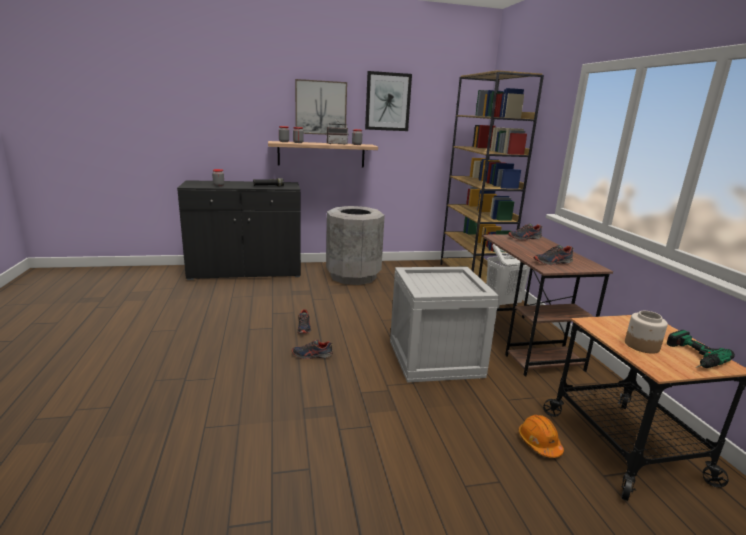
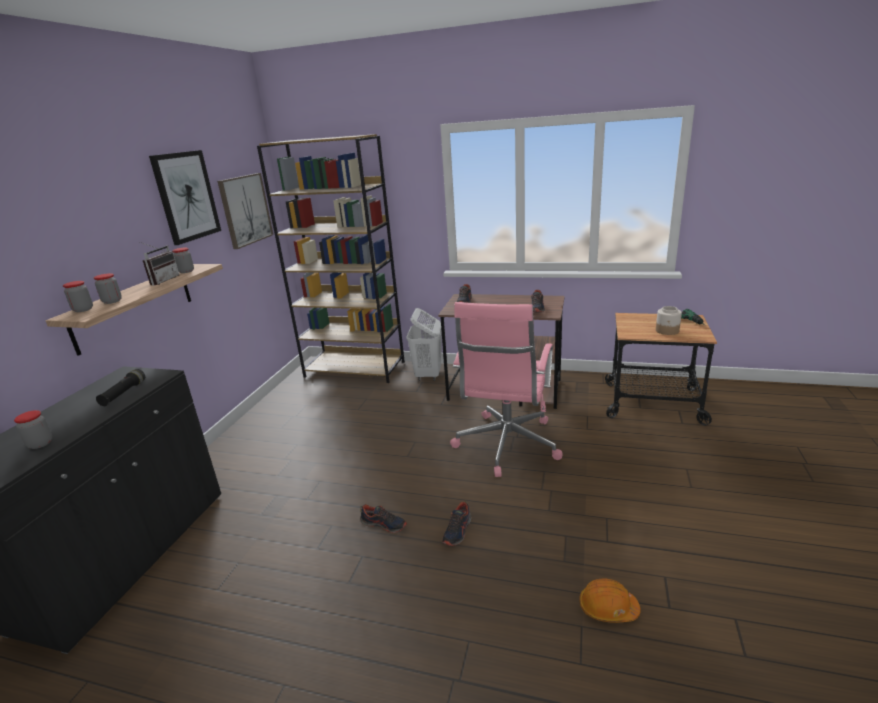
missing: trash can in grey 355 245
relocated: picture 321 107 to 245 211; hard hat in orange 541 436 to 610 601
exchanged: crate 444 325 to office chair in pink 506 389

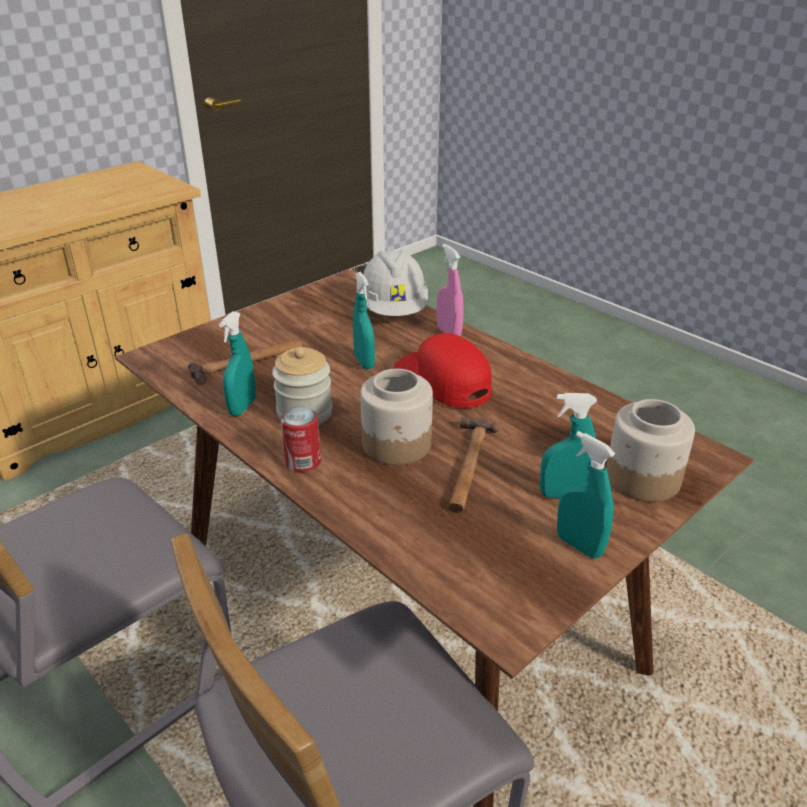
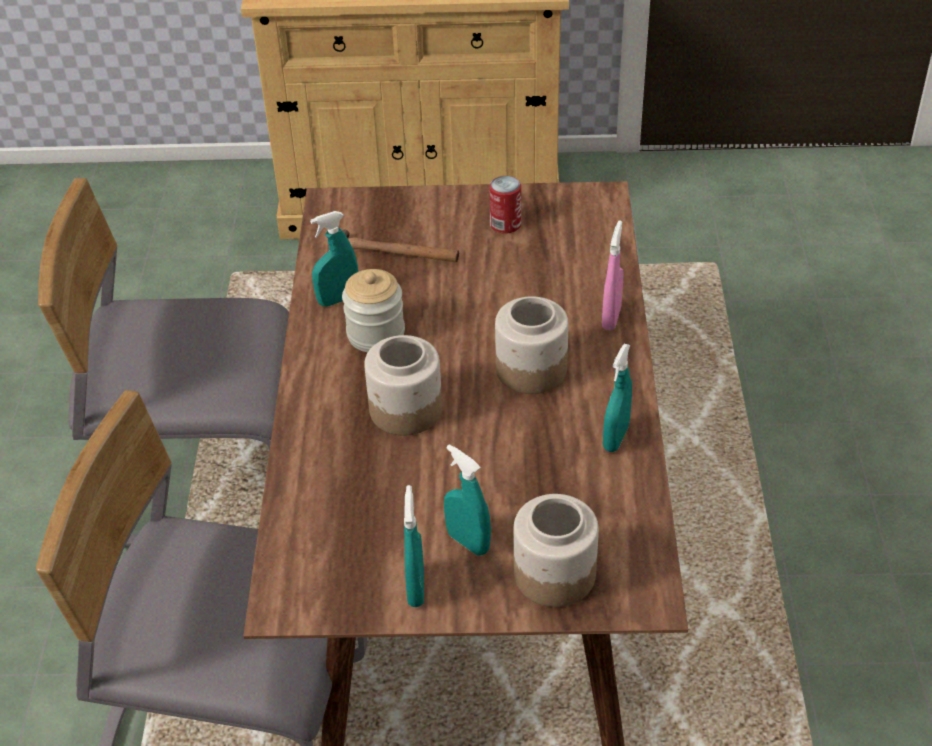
missing: hard hat in white 395 283; hammer 474 465
relocated: can 301 439 to 505 205; spray bottle in turquoise 364 320 to 617 398
exchanged: cap in red 443 370 to jar 532 345

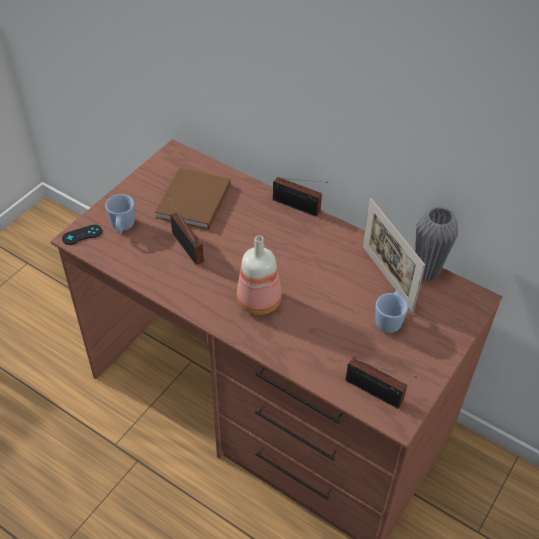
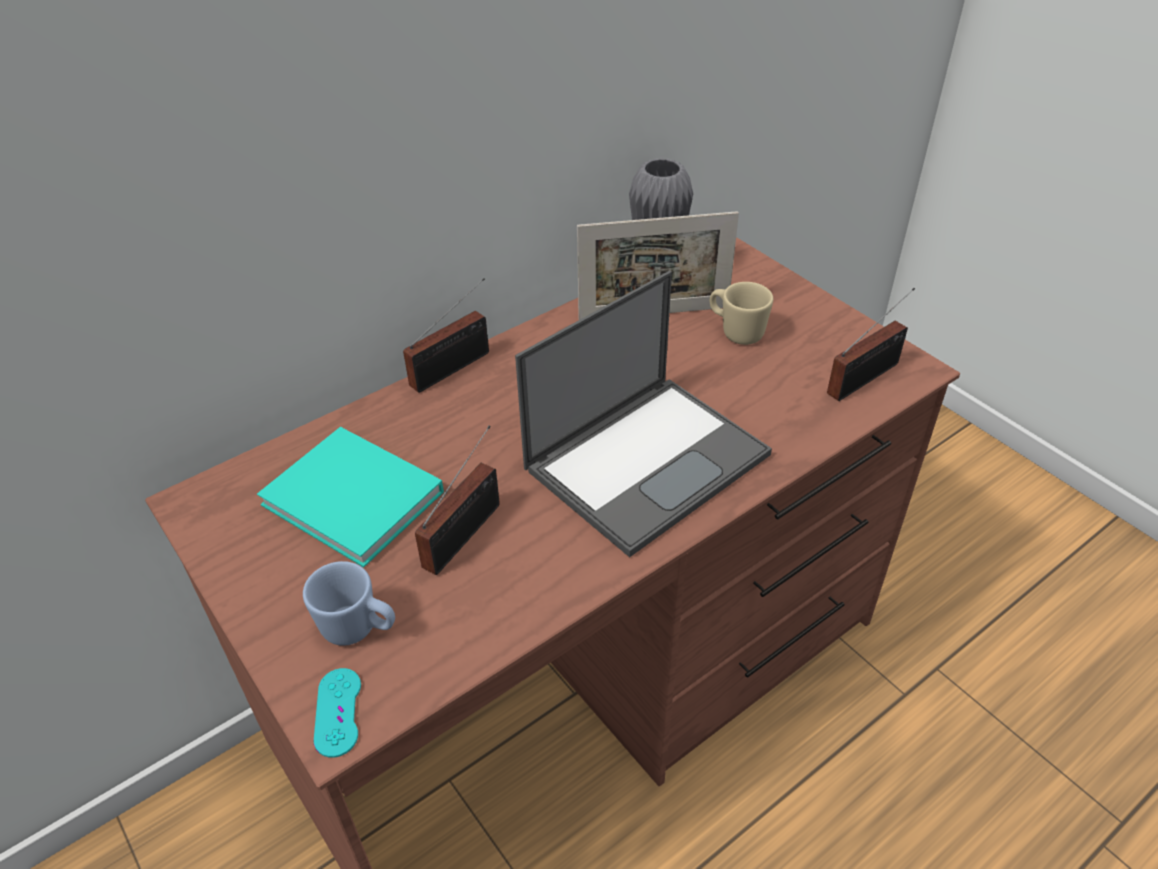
exchanged: bottle 259 275 to laptop 643 414
colour: game controller in black 82 235 to game controller in turquoise 337 713; book in brown 193 199 to book in turquoise 350 497; mug in blue 391 312 to mug in beige 741 313
spun: radio 185 230 = 457 500 135 degrees clockwise

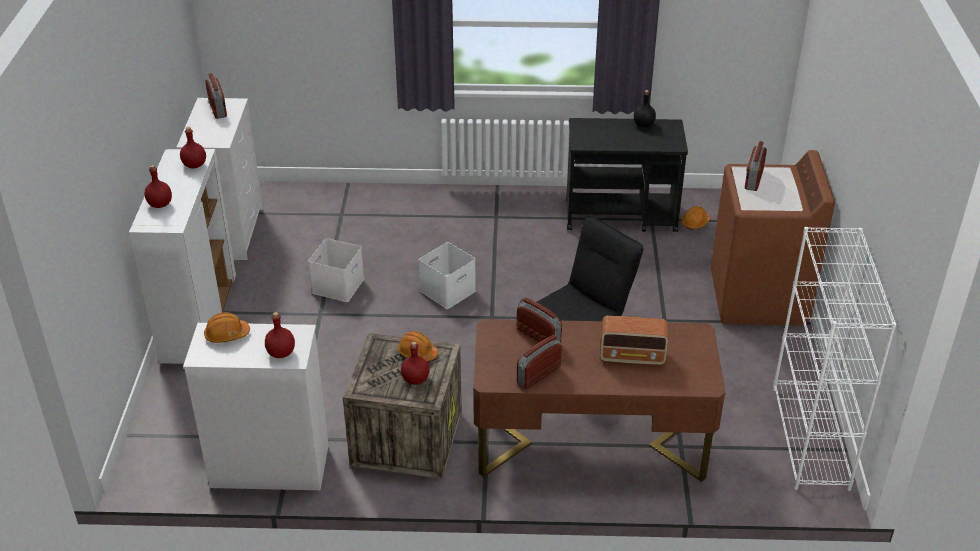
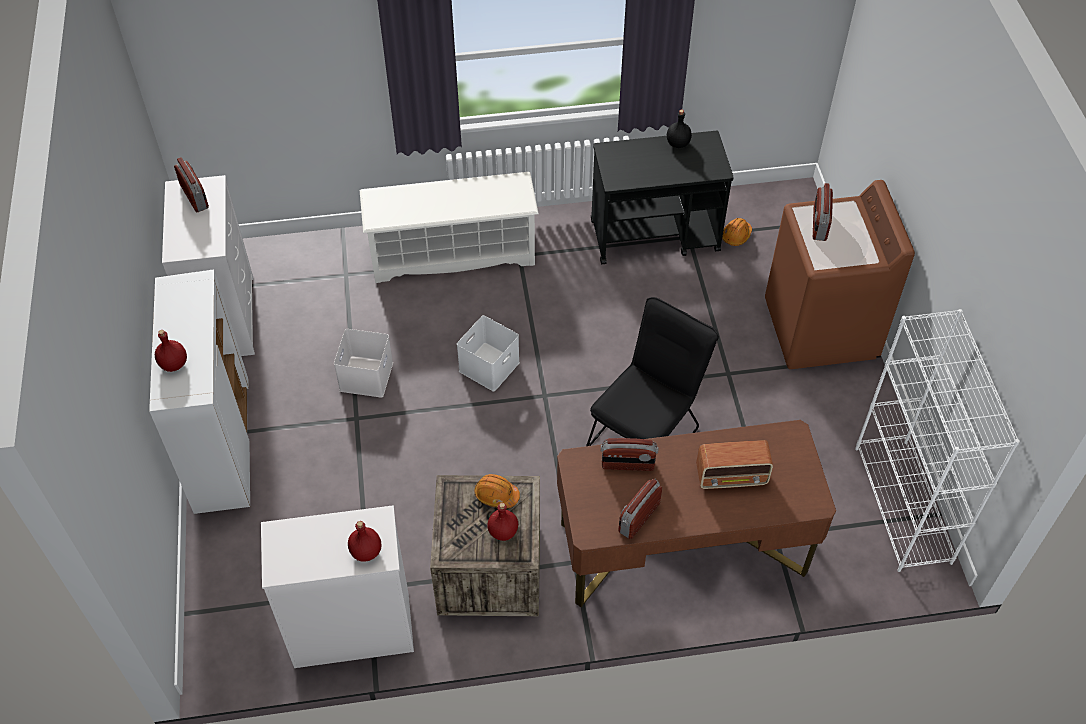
missing: bottle in red 193 148; hard hat in orange 227 327
appeared: shoe rack in white 449 227
spun: radio 539 320 = 629 454 150 degrees clockwise

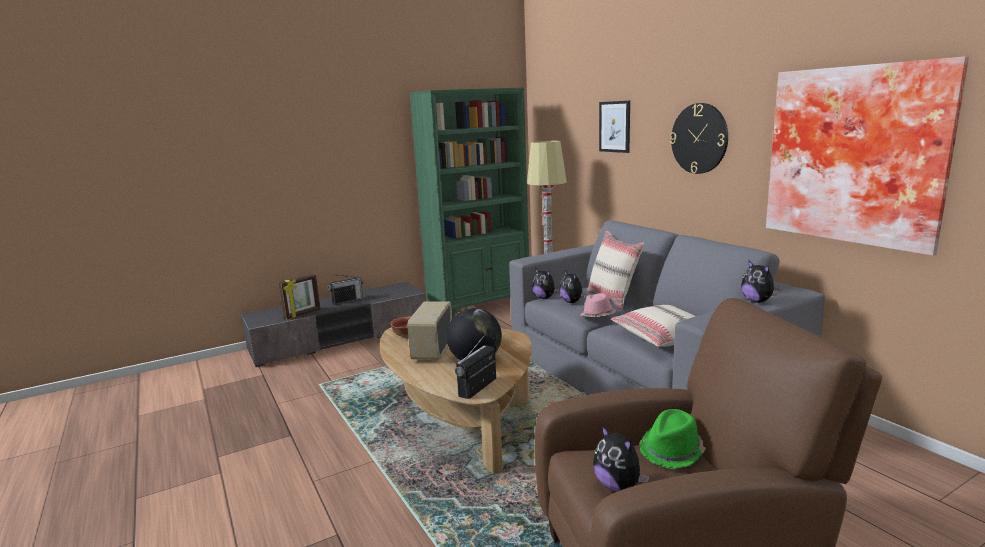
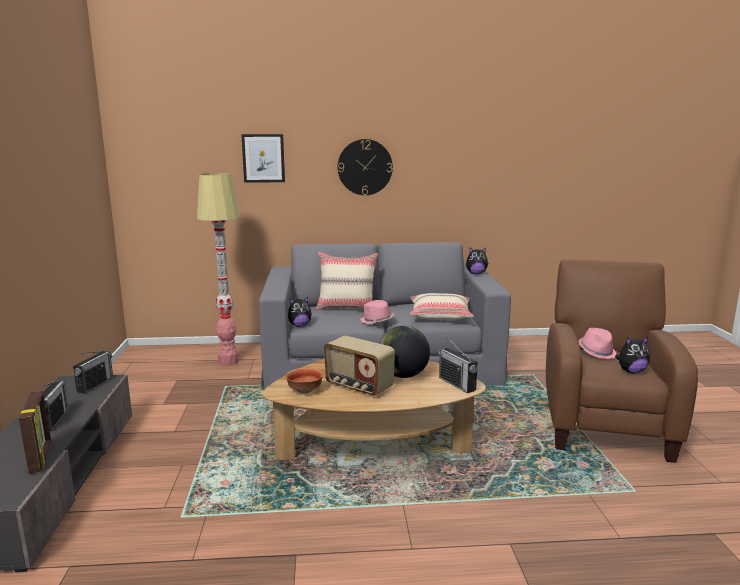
missing: bookcase in green 469 202; plush toy 573 287; picture 867 156
appeared: radio 93 372
colour: hat in green 672 439 to hat in pink 597 343

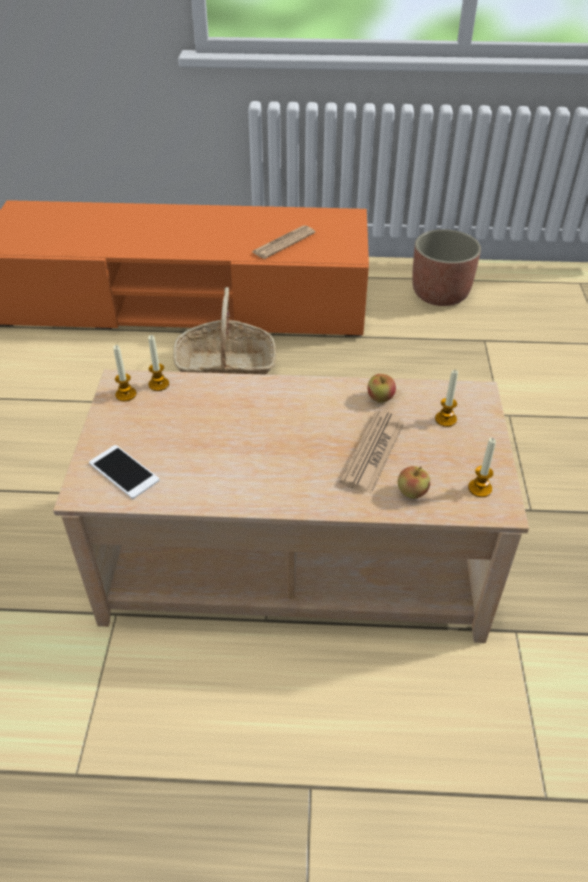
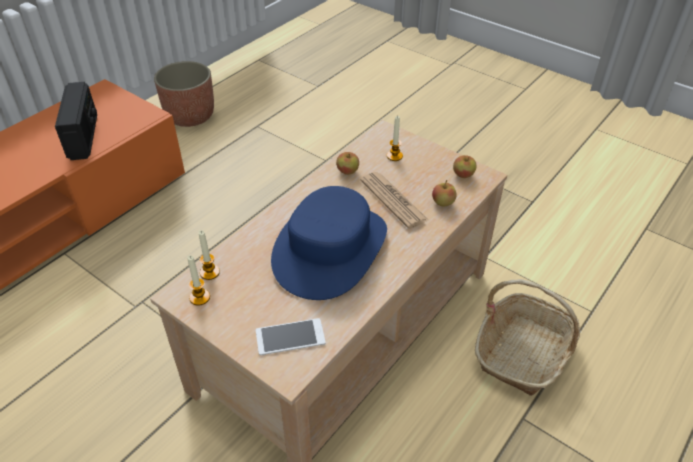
appeared: hat in blue 329 243
relocated: basket 225 331 to 528 337
exchanged: newspaper 283 242 to radio 76 121; candle 482 467 to apple 464 166

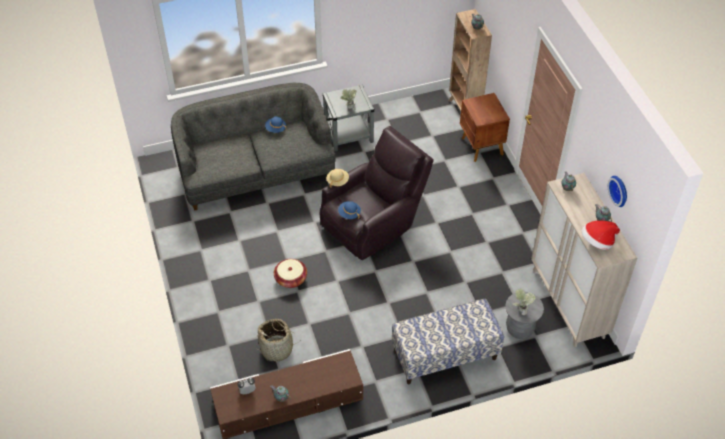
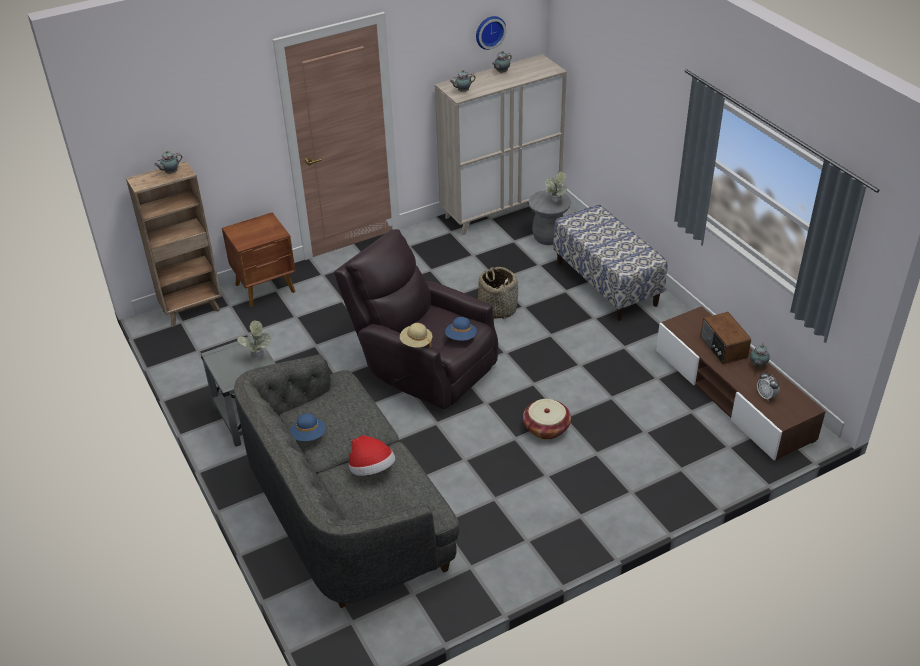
appeared: radio 726 338
relocated: basket 278 340 to 498 293; hat 601 235 to 372 455

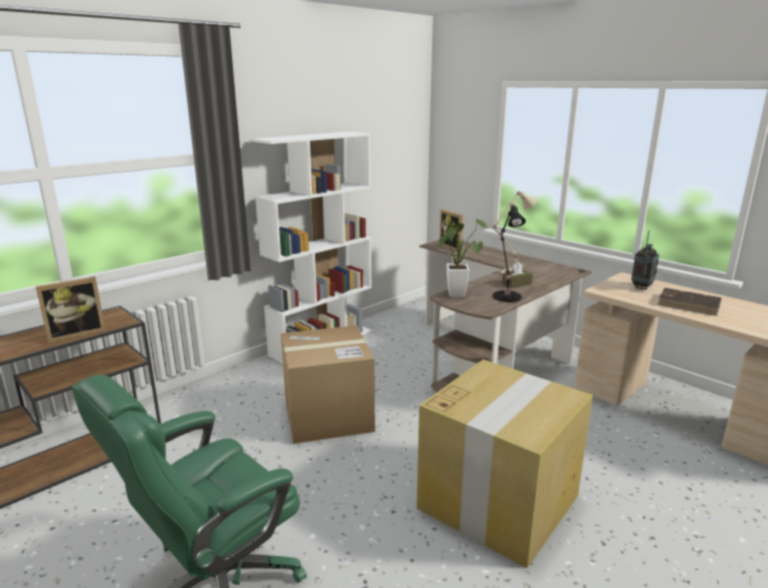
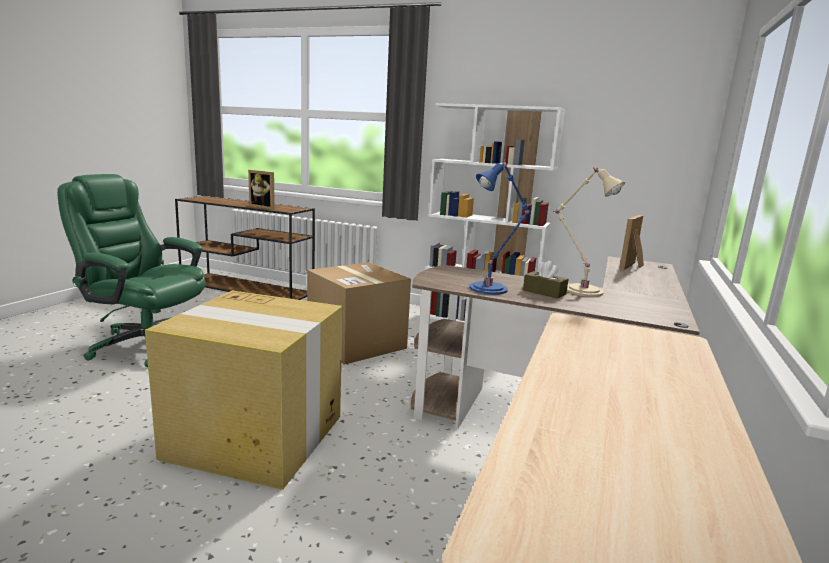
missing: potted plant 463 257; radio 645 260; book in brown 690 302
colour: table lamp in black 509 253 to table lamp in blue 499 228

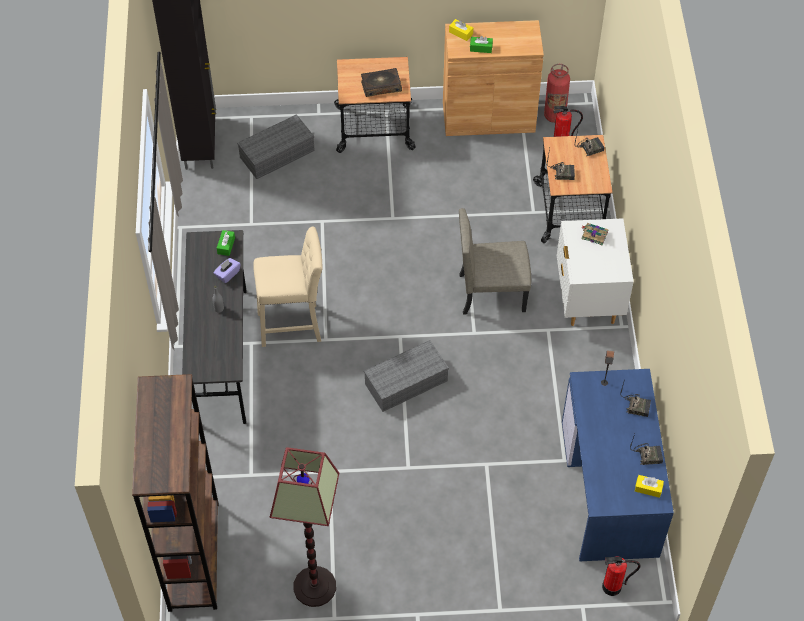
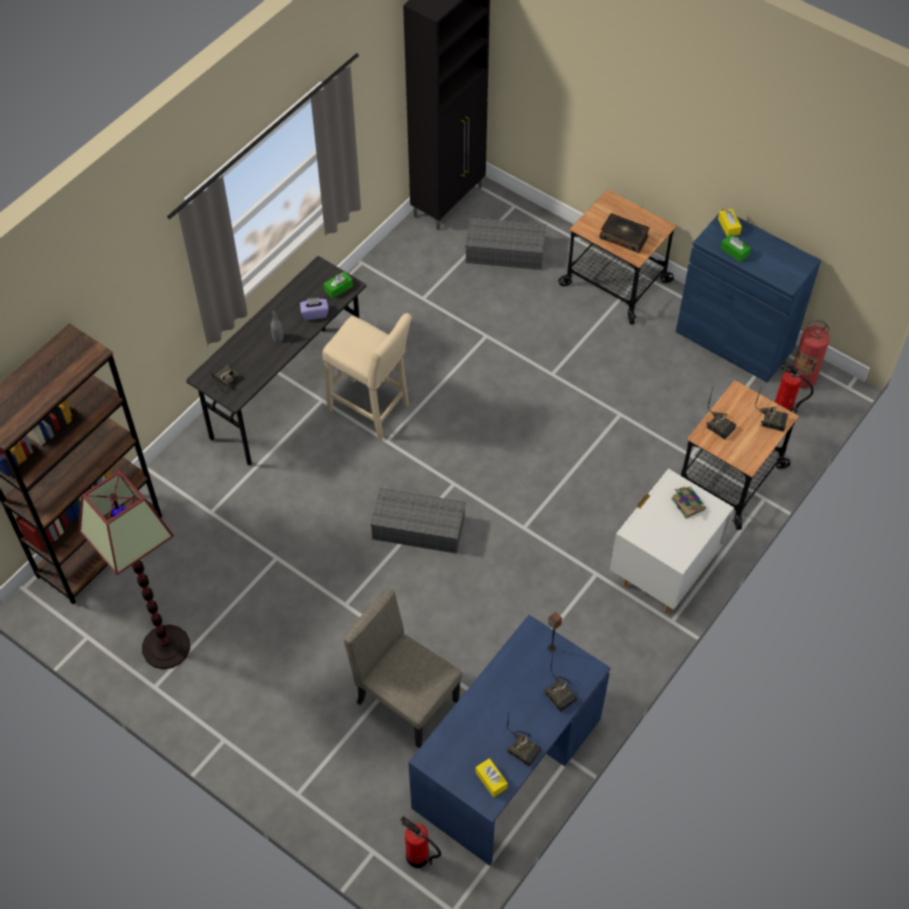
appeared: radio 226 377
relocated: chair in beige 495 261 to 403 668
colour: cabinet in brown 493 78 to cabinet in blue 748 296

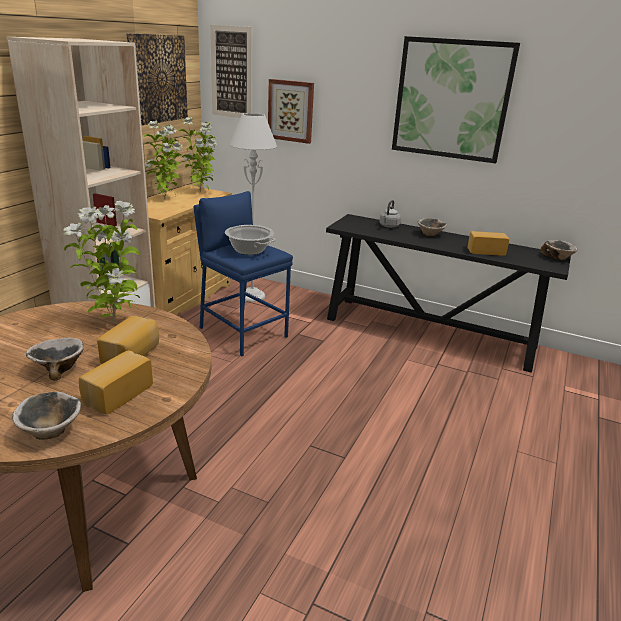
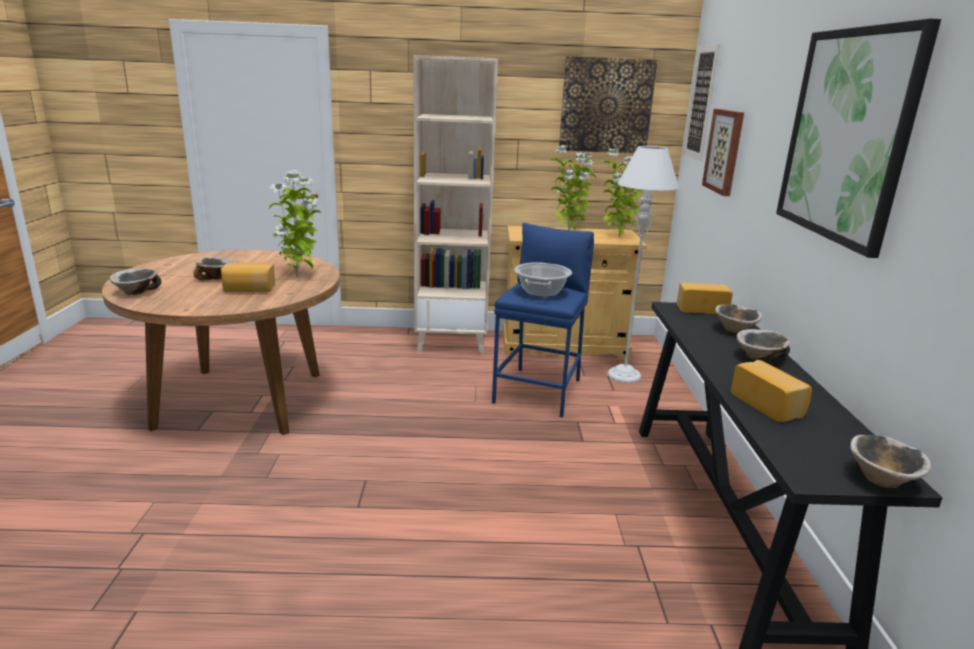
relocated: bread 116 382 to 705 298
exchanged: kettle in grey 390 214 to bowl 738 319

